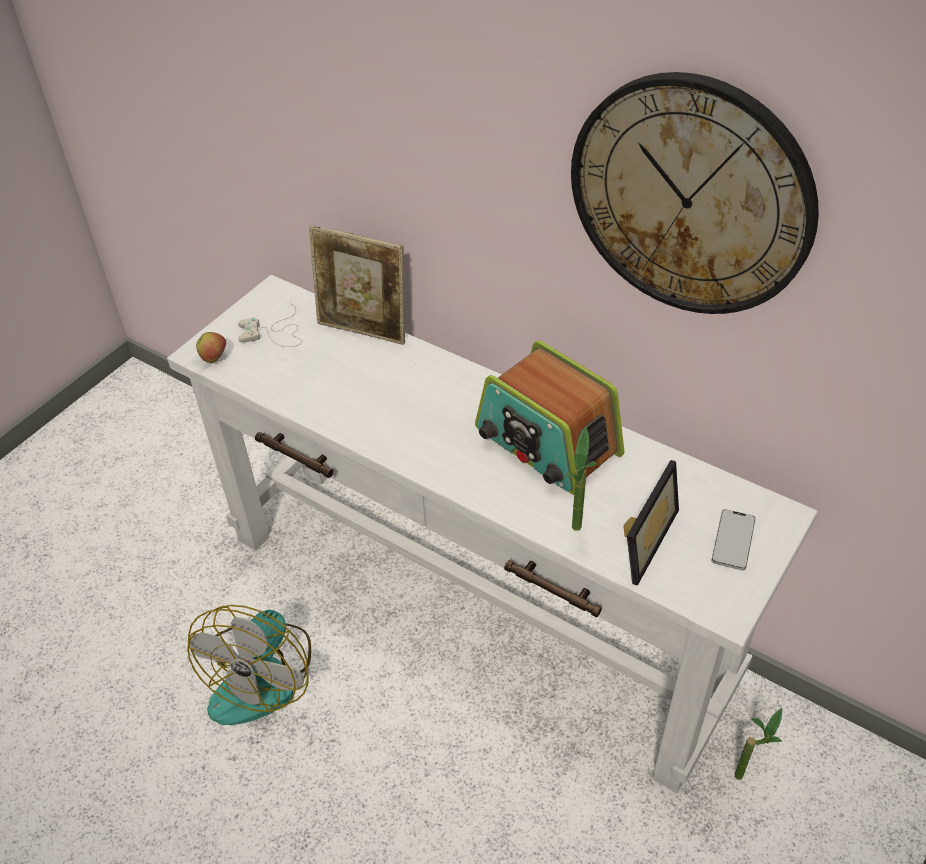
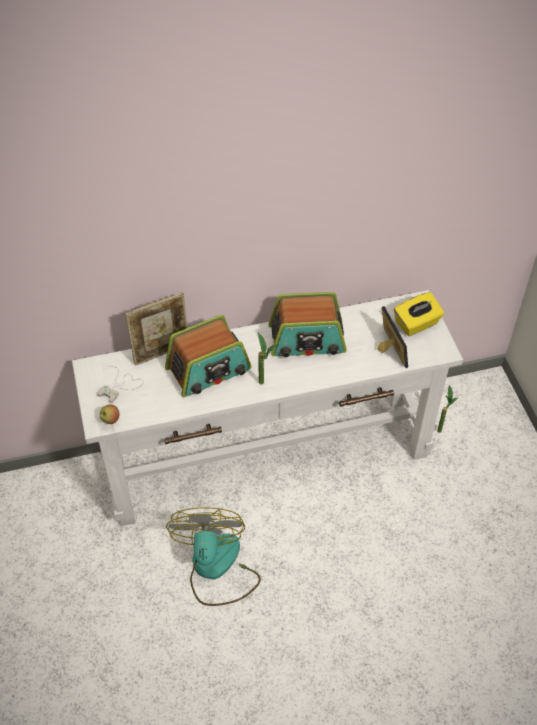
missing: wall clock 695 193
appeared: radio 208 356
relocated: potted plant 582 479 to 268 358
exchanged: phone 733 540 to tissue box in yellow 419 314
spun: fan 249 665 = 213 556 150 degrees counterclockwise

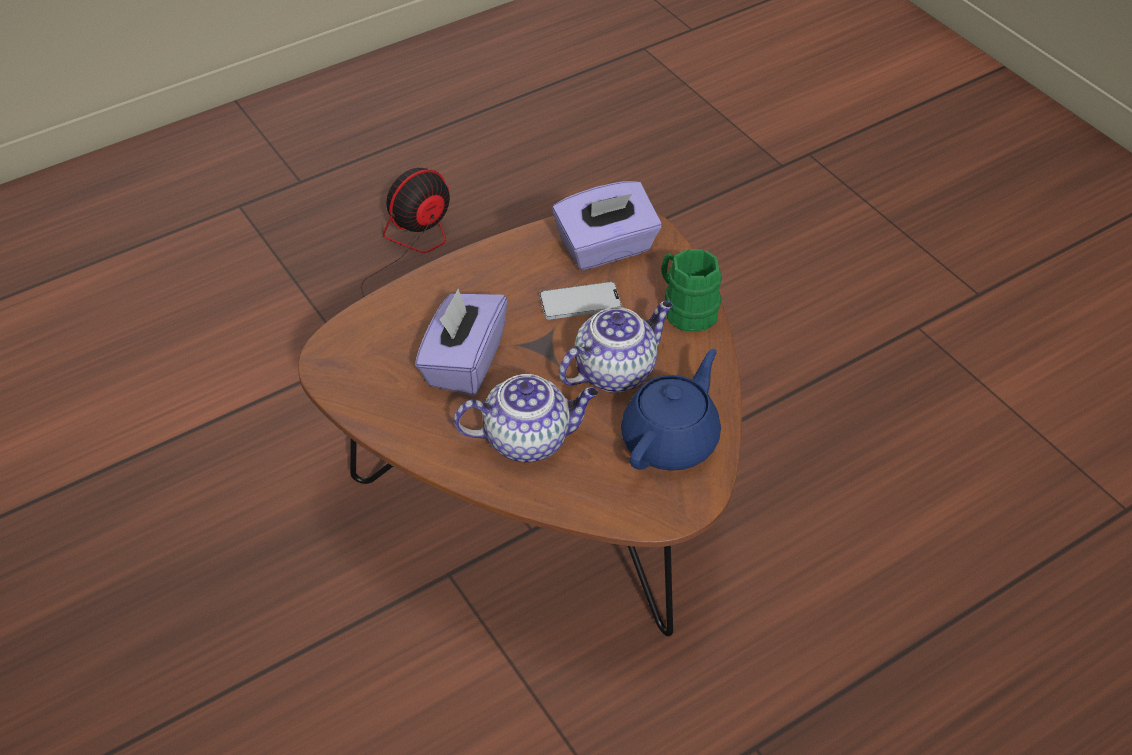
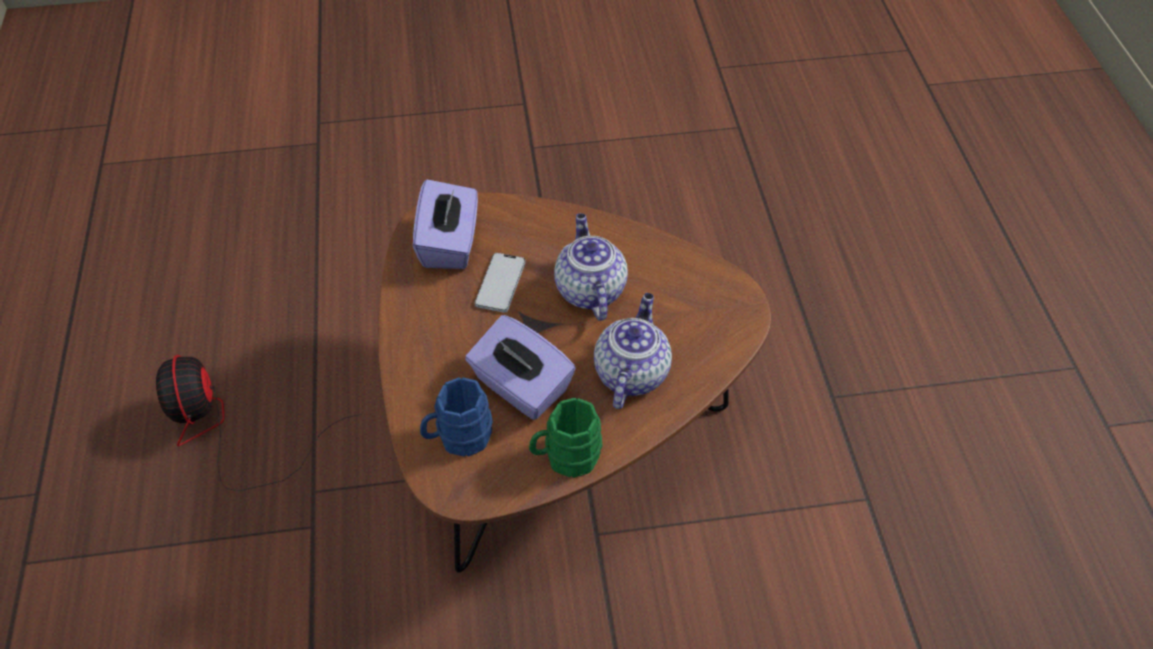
missing: teapot in blue 671 410
appeared: mug in blue 456 416
relocated: mug in green 691 290 to 565 438

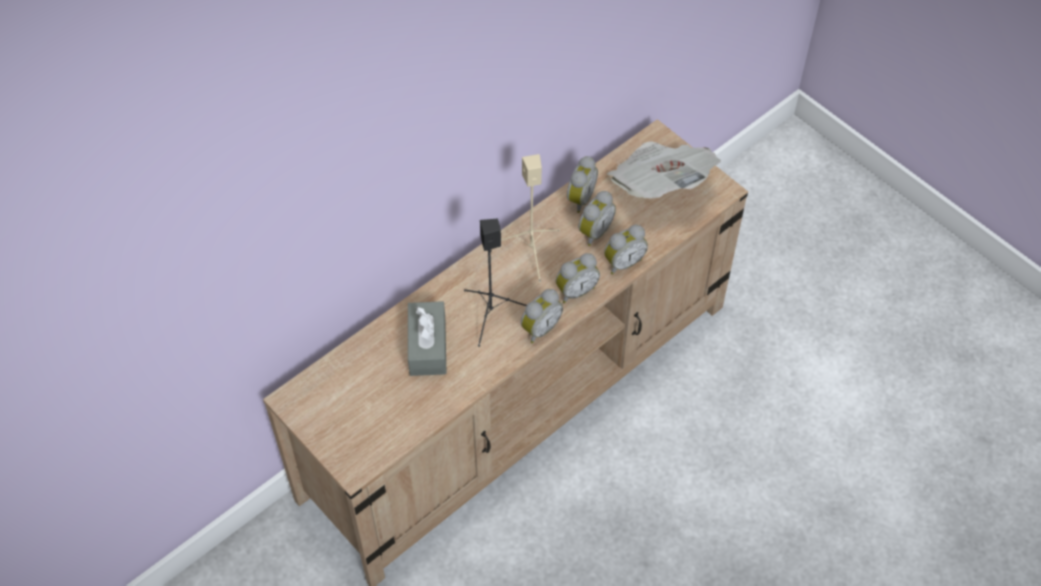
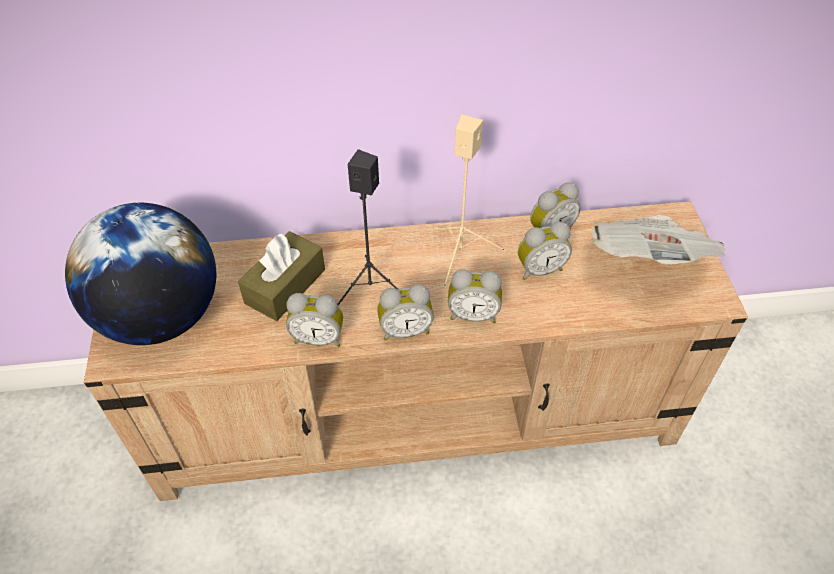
appeared: globe 141 274
relocated: alarm clock 626 250 to 314 320
colour: tissue box in grey 427 338 to tissue box in brown 281 276

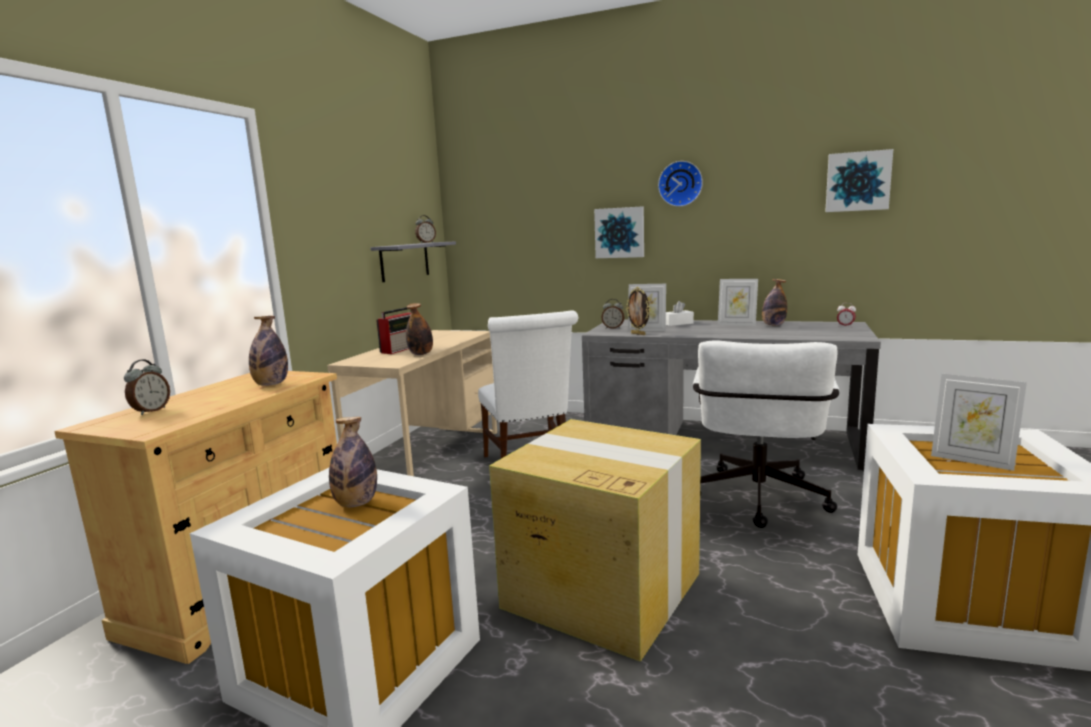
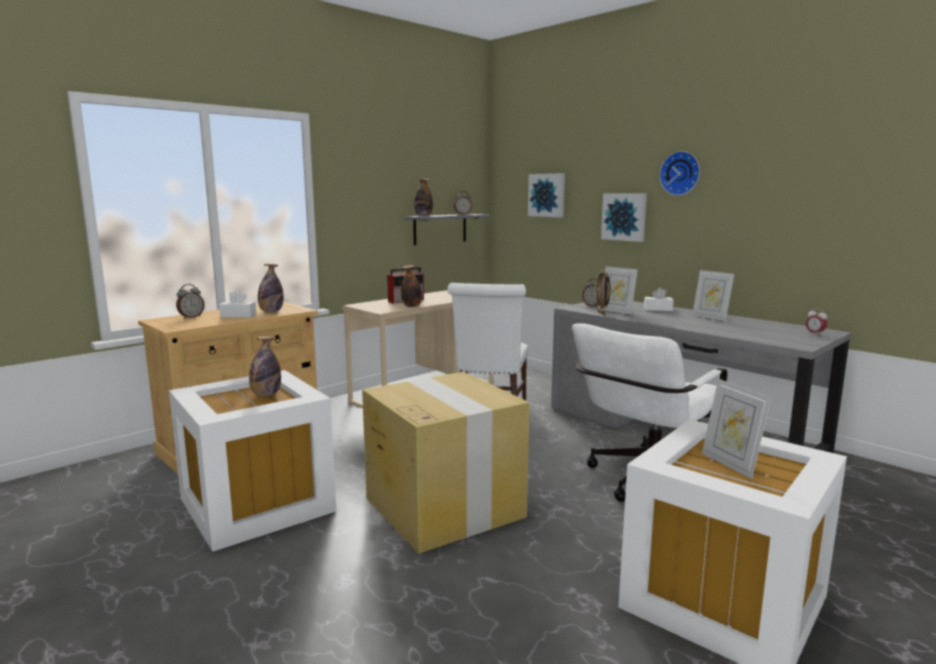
appeared: tissue box in white 237 304
relocated: bottle 774 302 to 423 197; picture 859 180 to 546 195

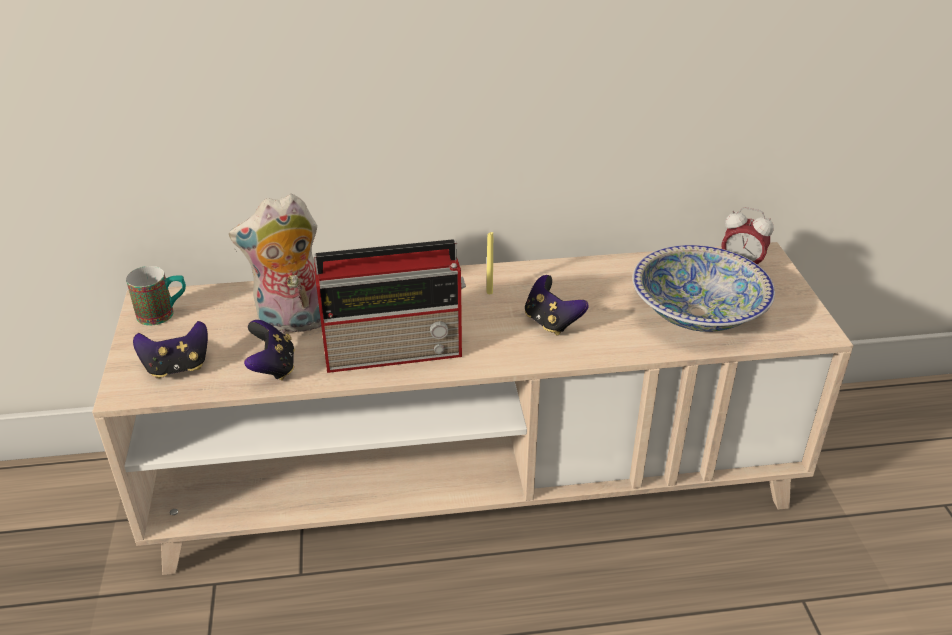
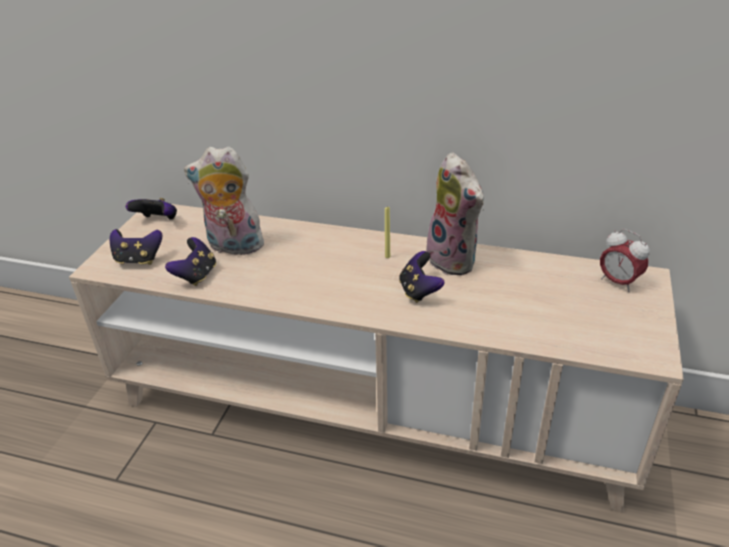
missing: radio 390 306; bowl 704 288
appeared: plush toy 455 213
exchanged: mug 156 295 to game controller 151 209

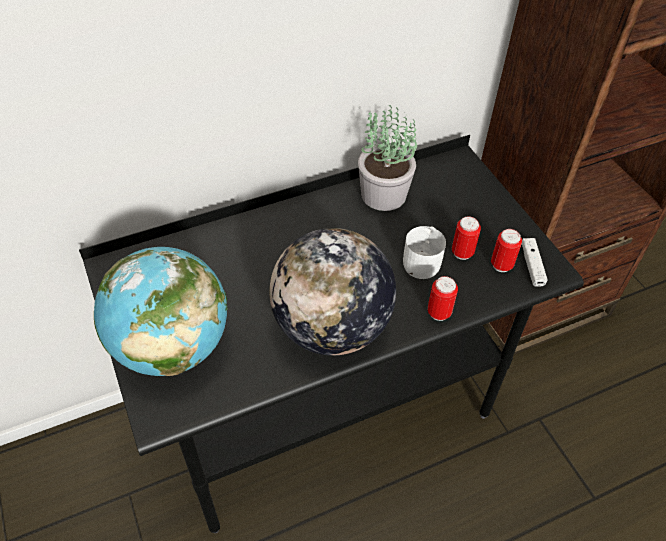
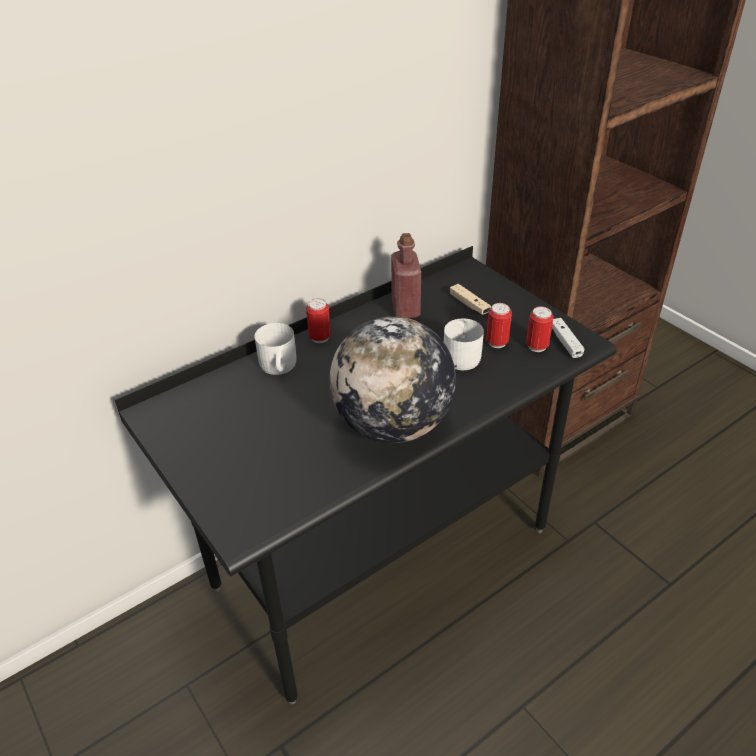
missing: globe 161 311
appeared: mug in white 275 349; game controller in beige 470 299
relocated: can 443 298 to 318 320
exchanged: potted plant 387 158 to bottle in red 406 275

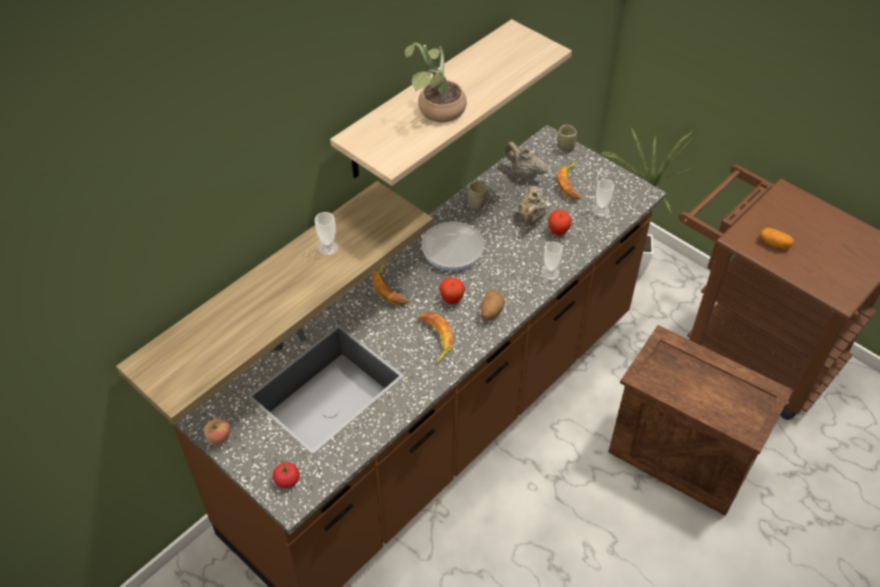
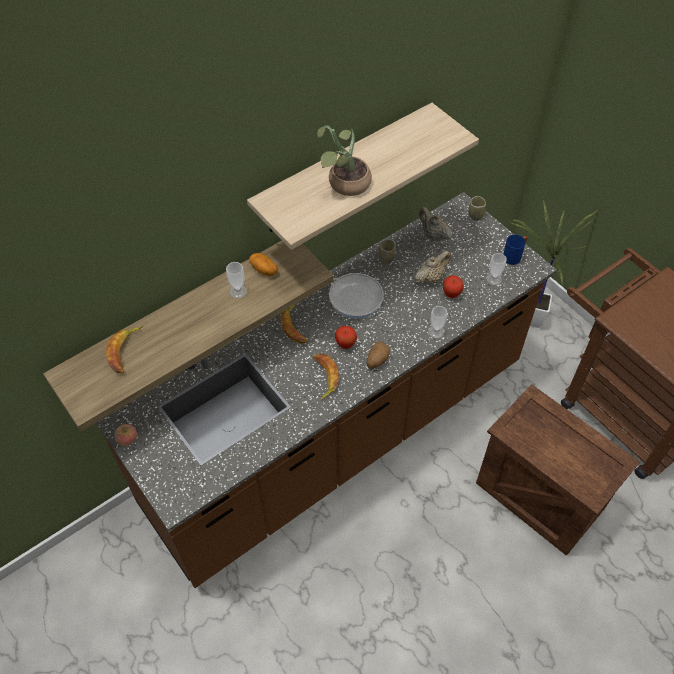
missing: tomato 286 475
appeared: mug in blue 515 249
relocated: banana 569 181 to 124 350; potato 777 238 to 263 264
spun: teapot in beige 532 206 = 433 267 150 degrees counterclockwise

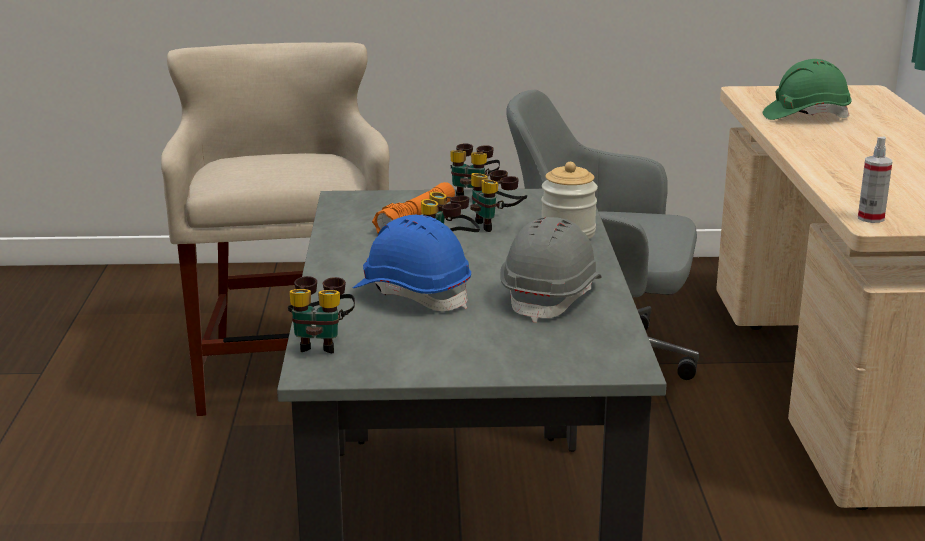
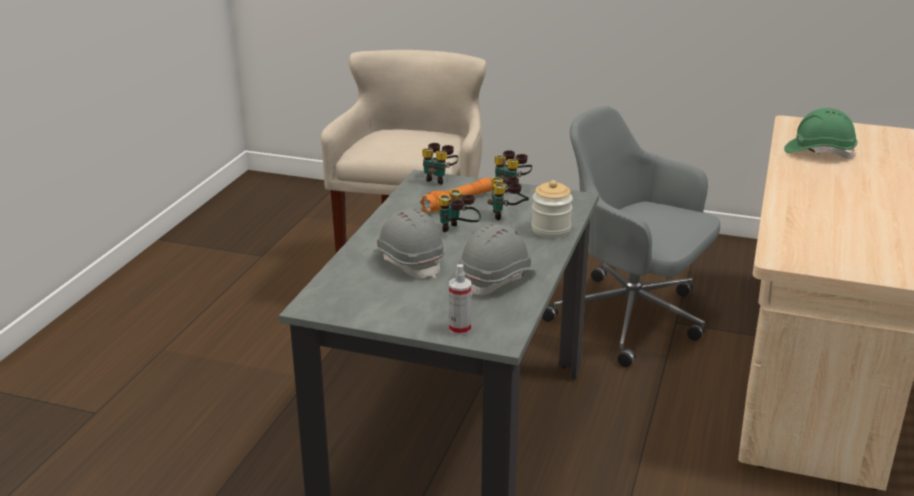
relocated: binoculars 321 314 to 440 164; spray bottle 875 180 to 460 299
colour: hard hat in blue 412 263 to hard hat in grey 409 243

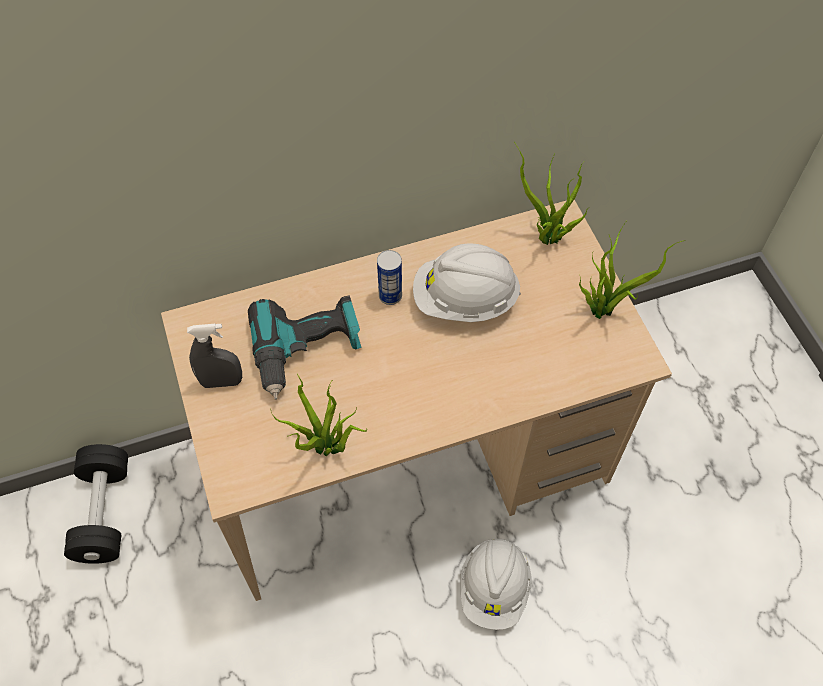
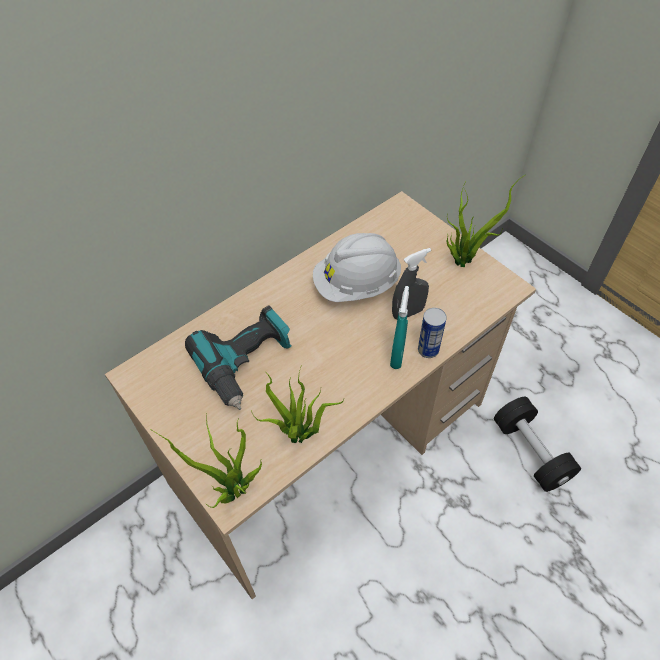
missing: hard hat in white 495 584
appeared: spray bottle in turquoise 399 327
relocated: dumbbell in black 96 504 to 537 444; spray bottle in grey 214 356 to 411 284; can 389 277 to 432 333; potted plant 551 193 to 206 460

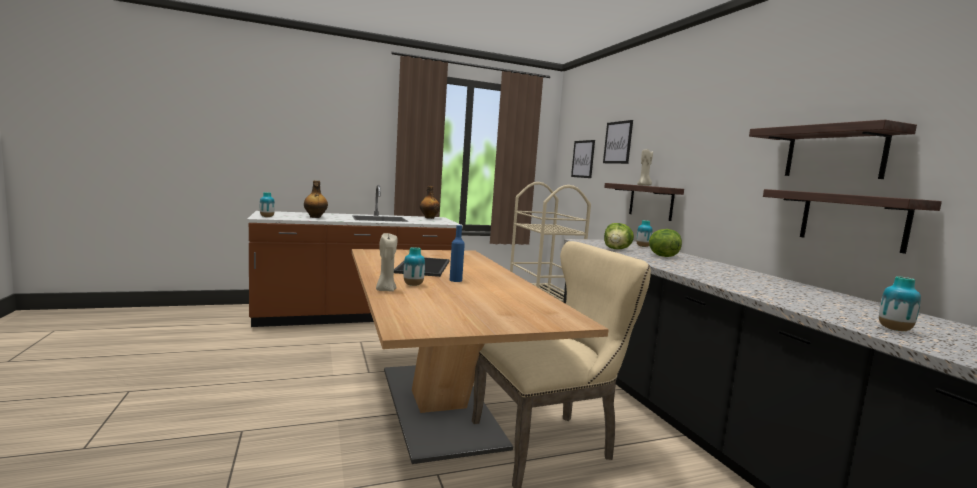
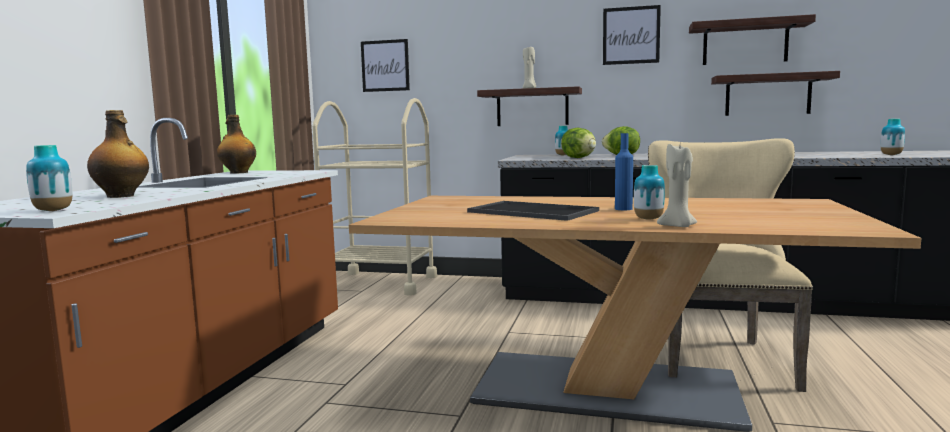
relocated: picture 618 142 to 632 35

